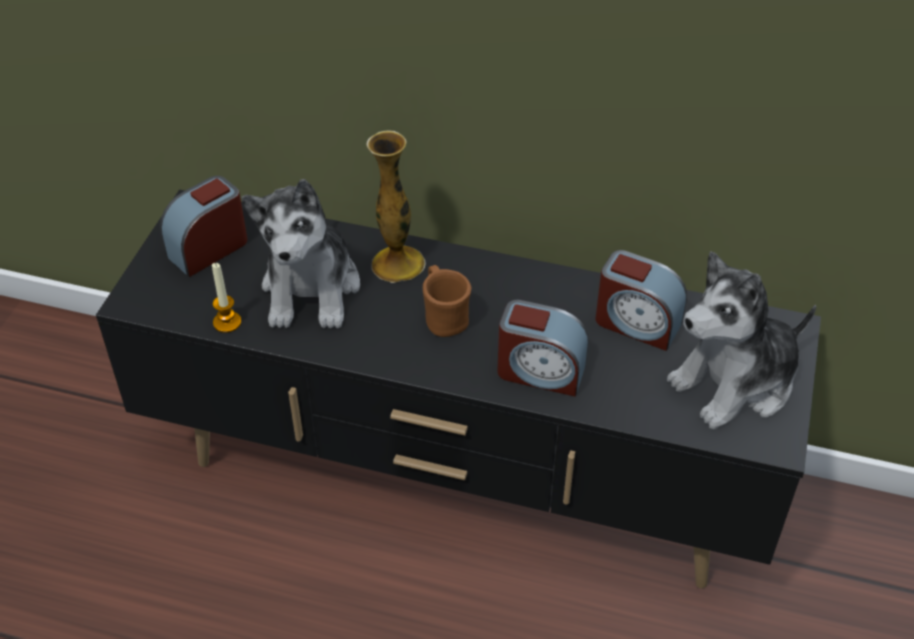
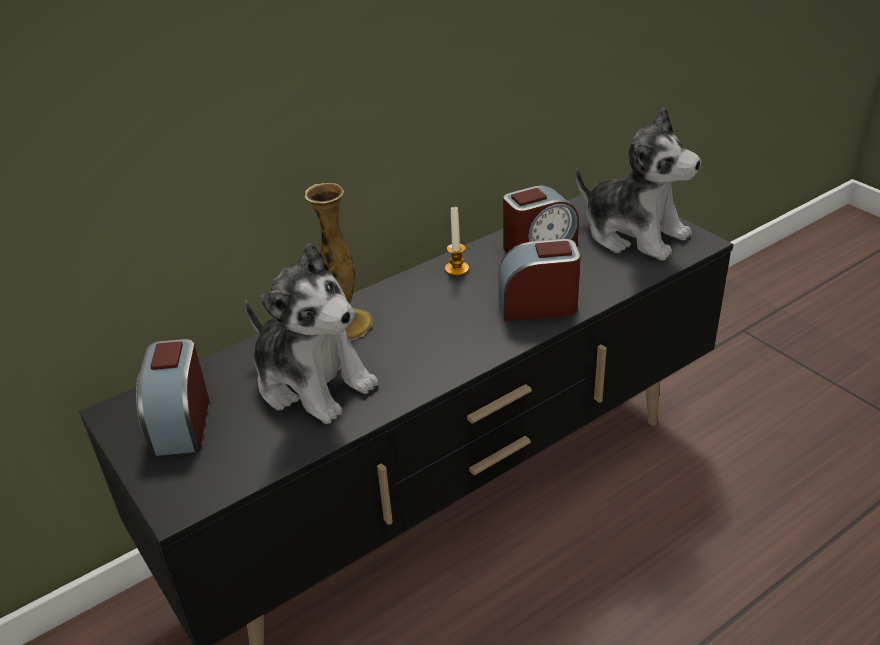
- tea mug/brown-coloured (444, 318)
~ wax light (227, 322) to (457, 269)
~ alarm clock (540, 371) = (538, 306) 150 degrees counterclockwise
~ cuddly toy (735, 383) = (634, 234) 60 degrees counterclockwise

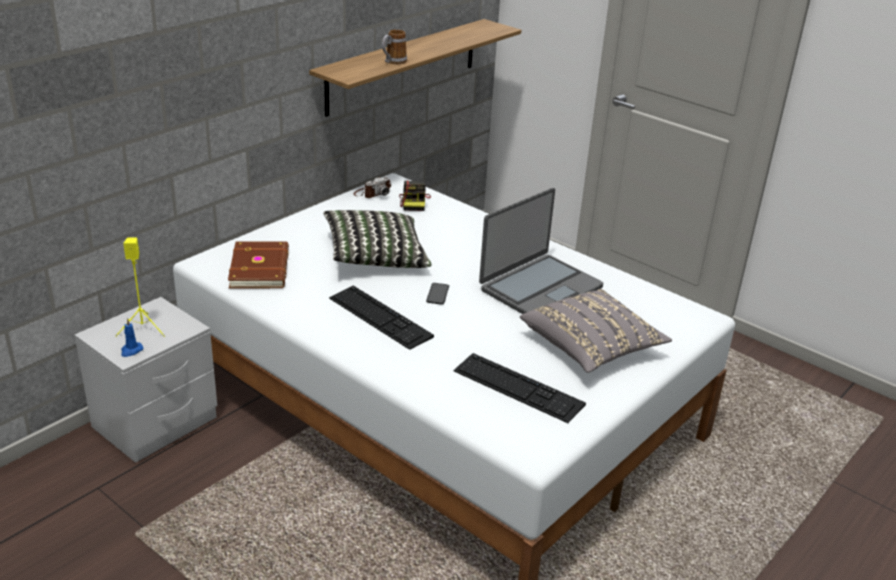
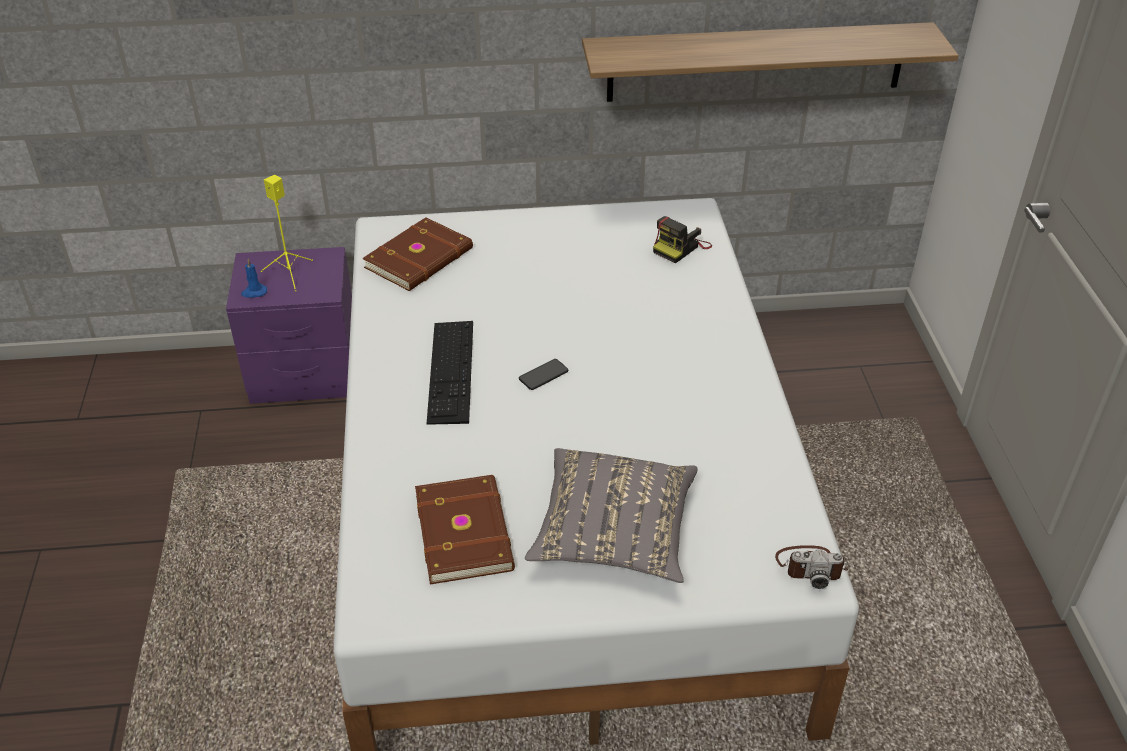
- pillow (375, 256)
- tea mug (393, 62)
- portable computer (540, 288)
~ still camera (372, 193) to (810, 566)
~ PC keyboard (518, 387) to book/brown-coloured (466, 531)
~ nightstand/greyish (155, 423) to nightstand/purplish (305, 373)

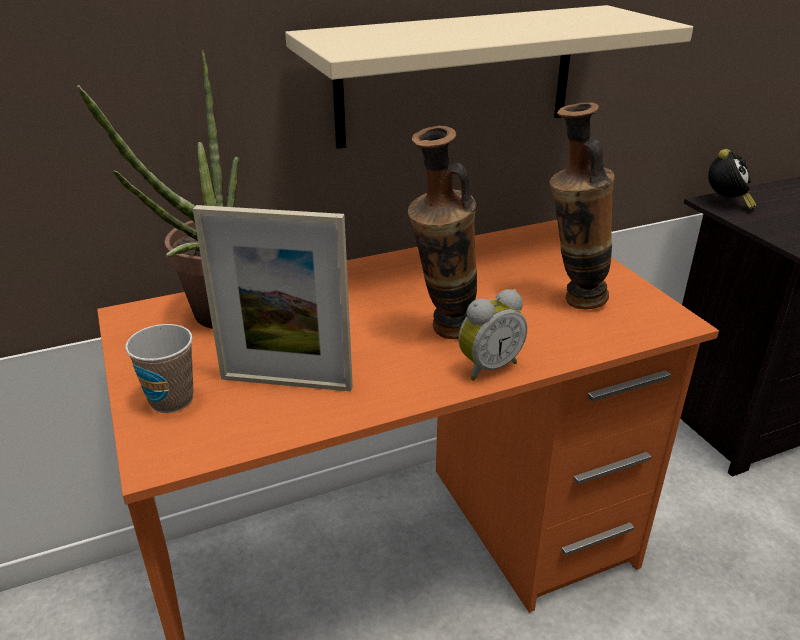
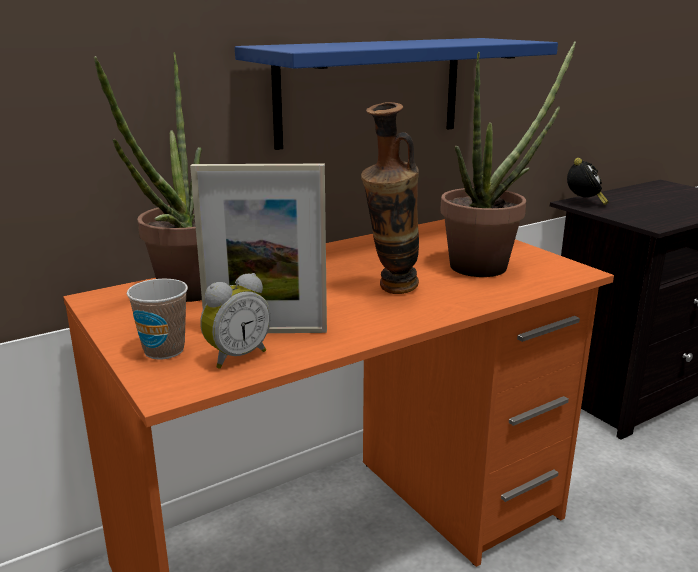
~ alarm clock (487, 366) to (236, 356)
~ flower vase (571, 301) to plant in a pot (489, 264)
~ wall shelf/beige-coloured (457, 76) to wall shelf/bluish (370, 91)

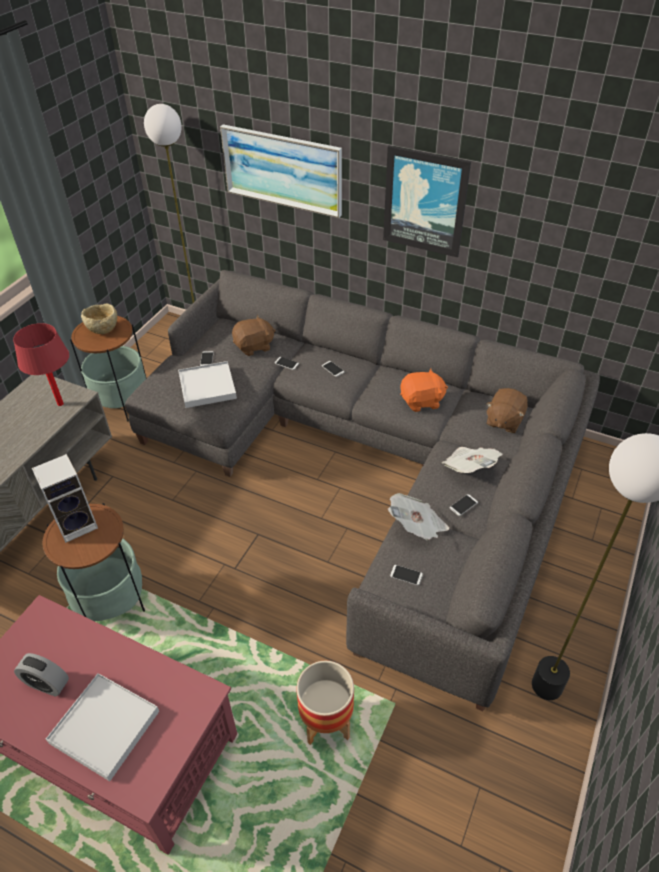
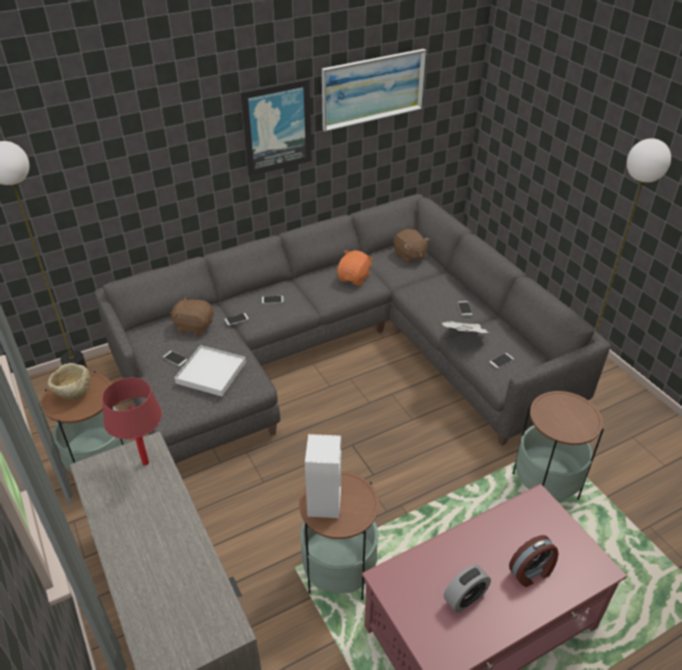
- newspaper (469, 468)
~ wall art (282, 170) to (373, 89)
~ carrying tray/white (105, 727) to alarm clock (531, 572)
~ planter (326, 722) to accent table (544, 486)
~ cuddly toy/brown-coloured (254, 346) = (194, 326) 90 degrees counterclockwise

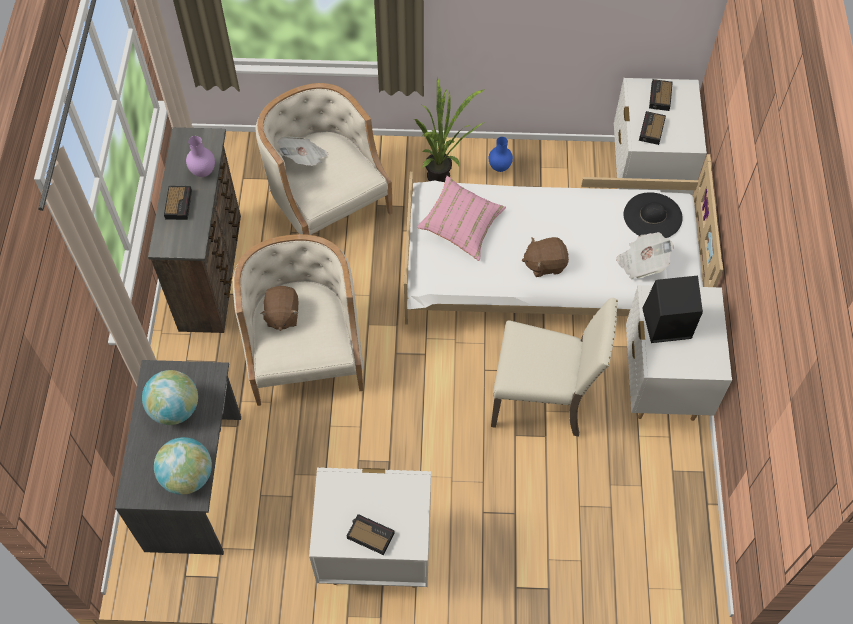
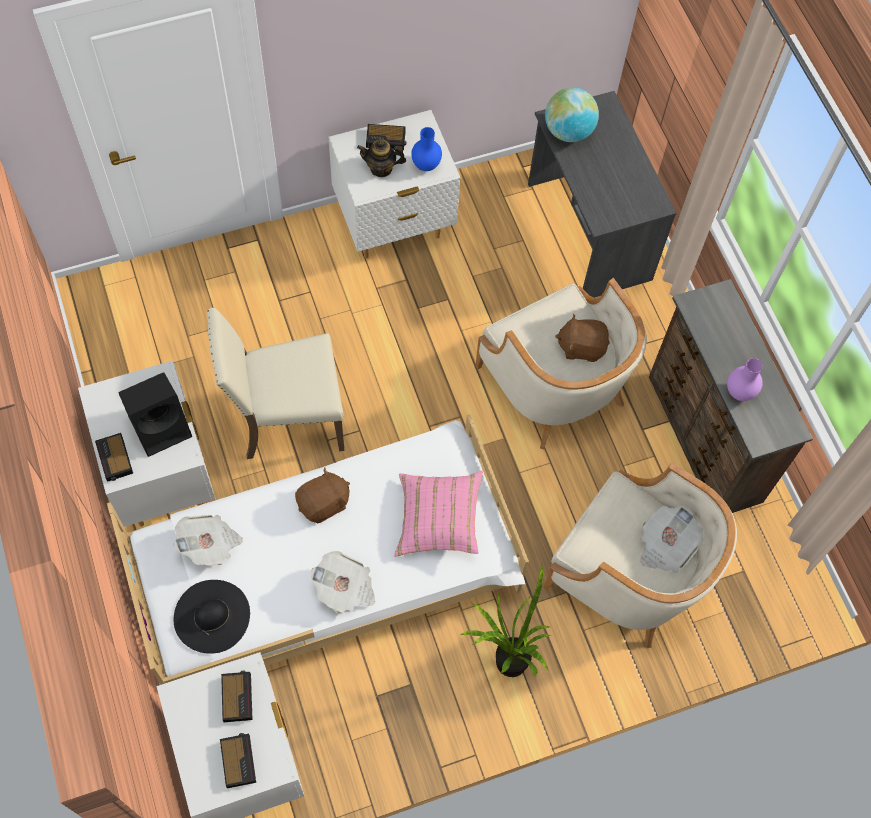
- globe (175, 409)
+ newspaper (345, 589)
+ tea pot (381, 168)
~ alarm clock (178, 204) to (115, 459)
~ flower vase/bluish (499, 167) to (426, 165)
~ cuddly toy/brown-coloured (282, 315) = (581, 346) 60 degrees counterclockwise

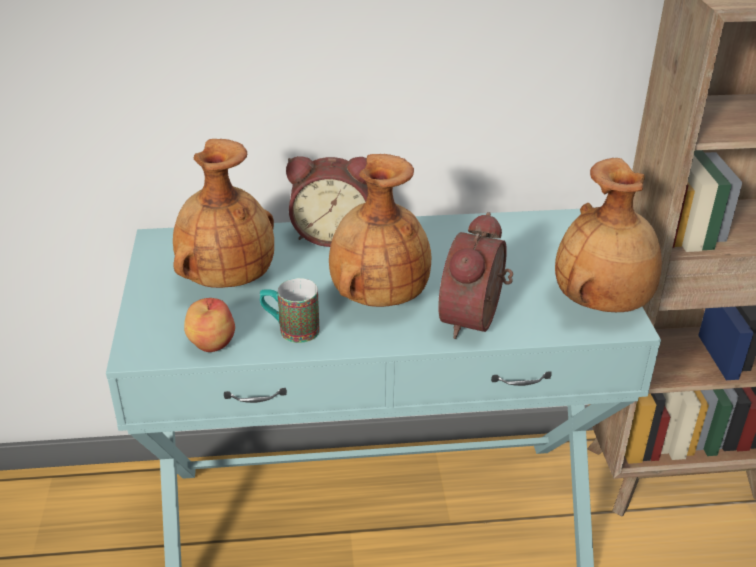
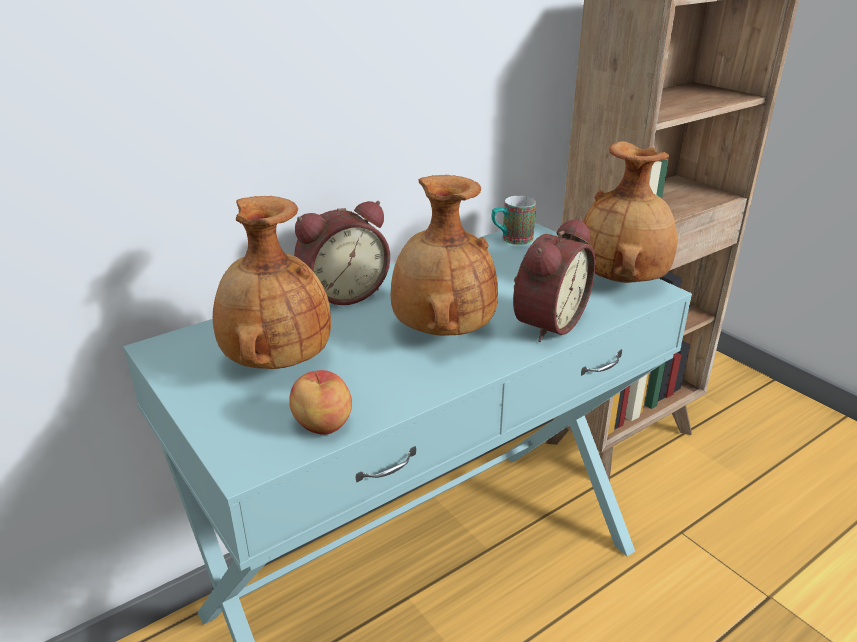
~ tea mug (290, 330) to (511, 240)
~ alarm clock (476, 320) = (545, 322) 135 degrees counterclockwise

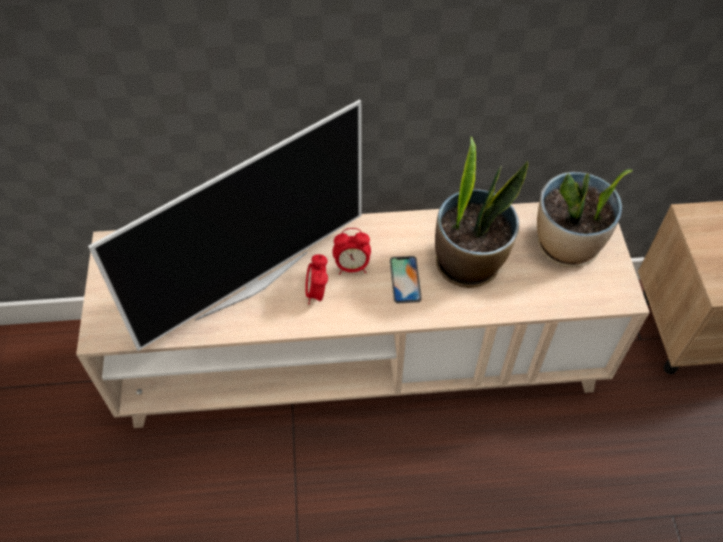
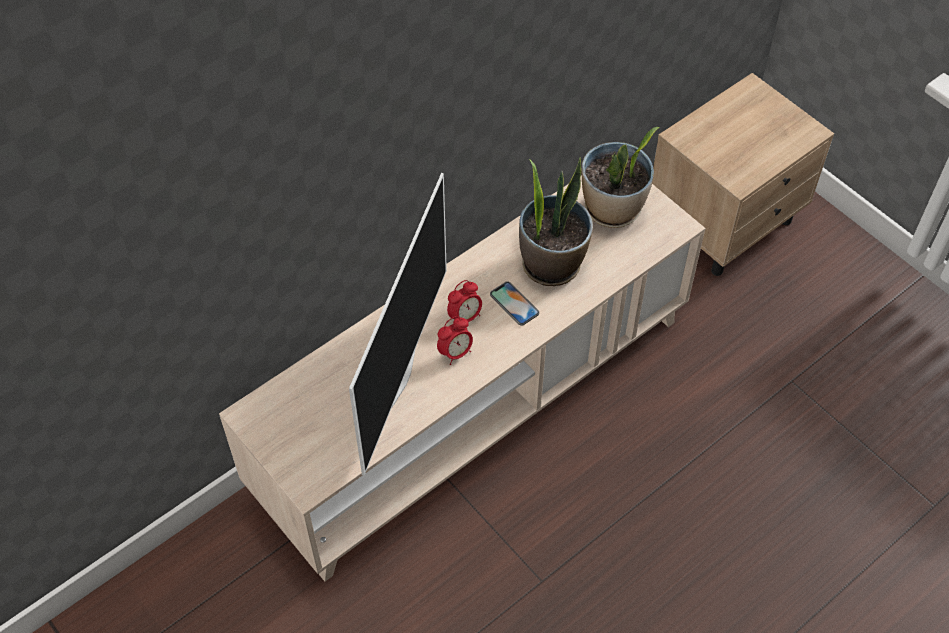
~ alarm clock (317, 293) = (455, 353) 90 degrees counterclockwise

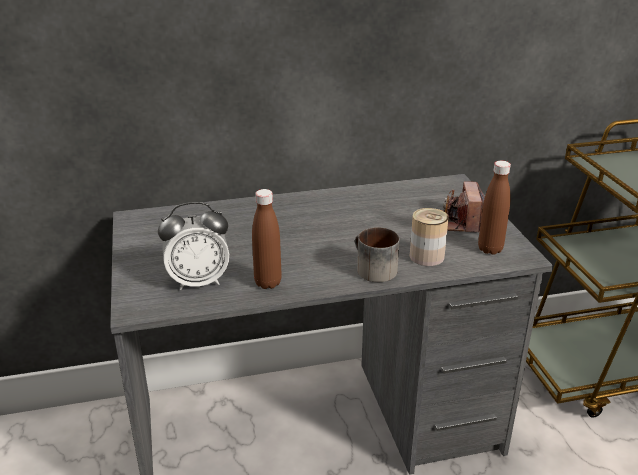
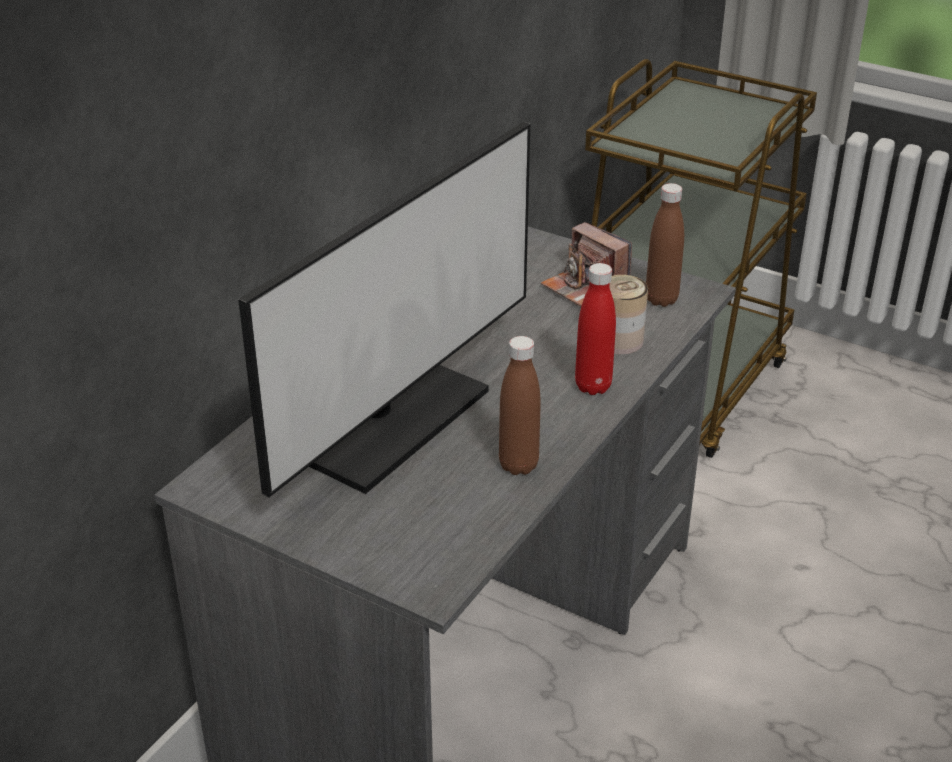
- alarm clock (198, 281)
+ monitor (393, 423)
~ tea mug (371, 269) to beverage bottle/red (593, 386)

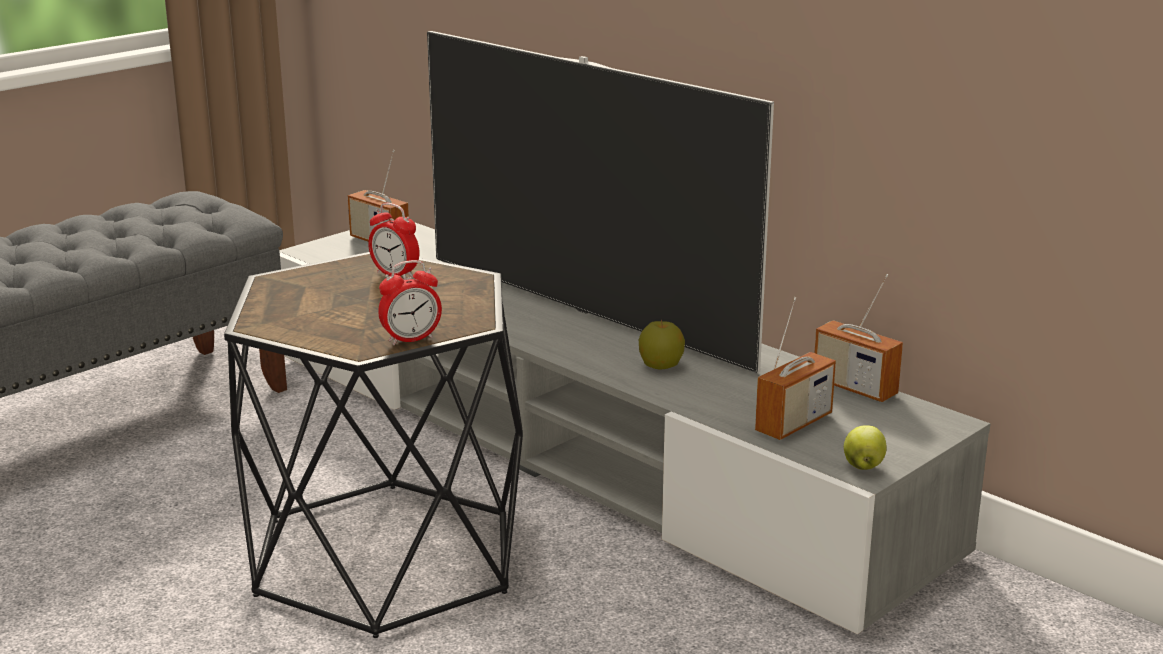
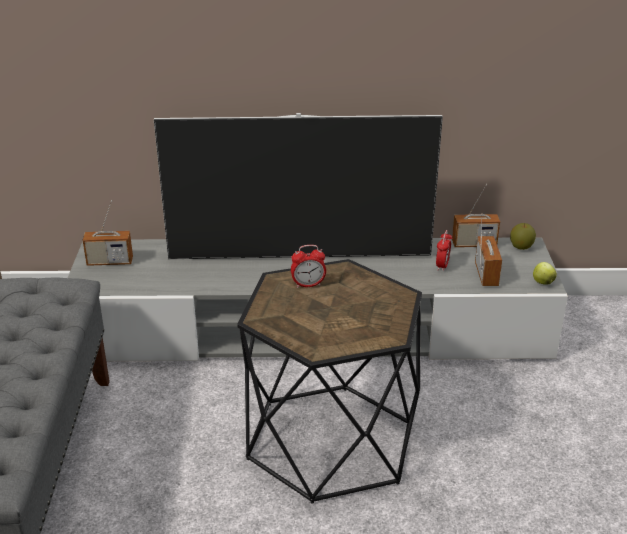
~ alarm clock (411, 339) to (442, 266)
~ apple fruit (661, 366) to (521, 247)

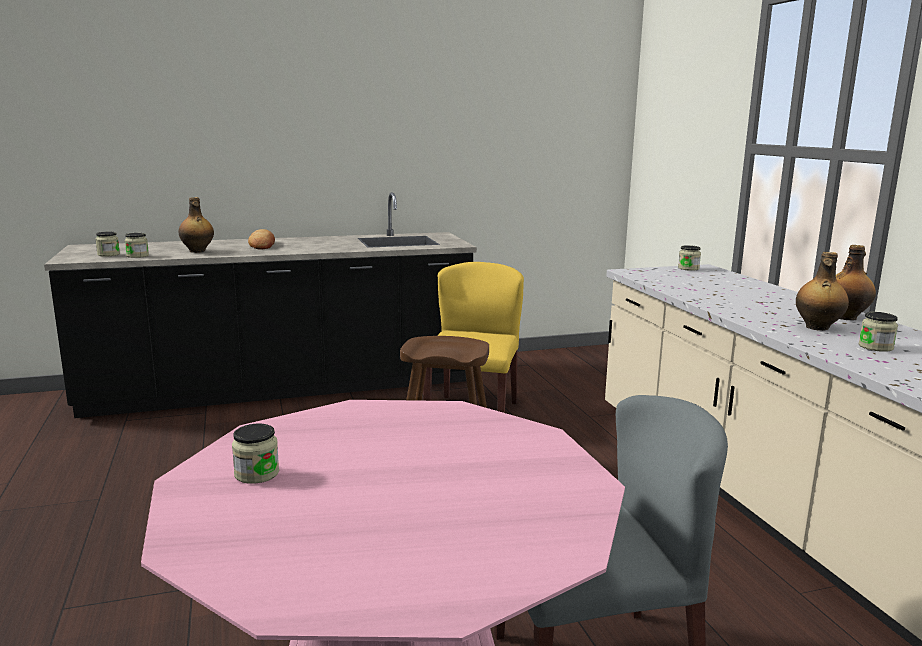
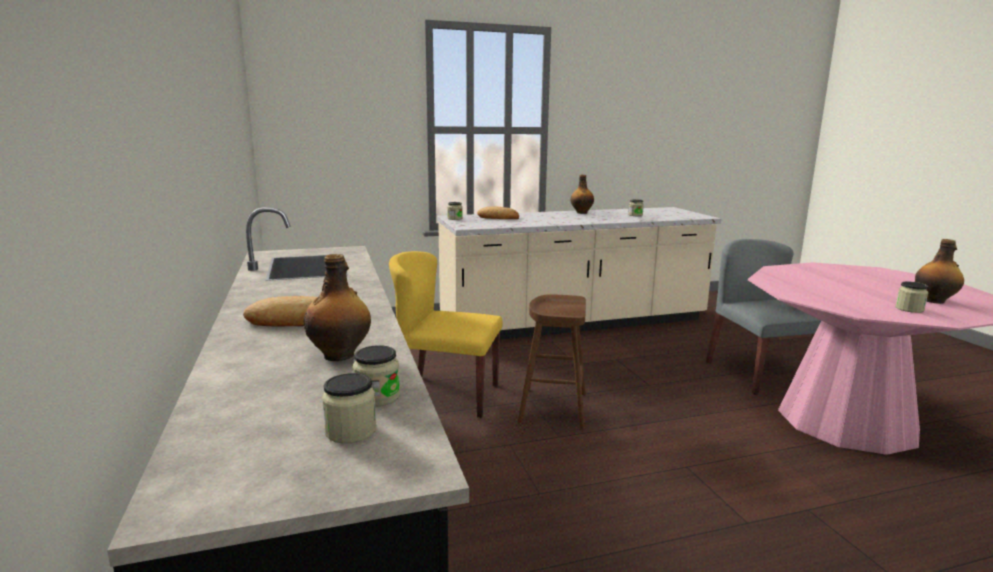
+ bread (498, 218)
~ beverage bottle (817, 327) to (934, 301)

